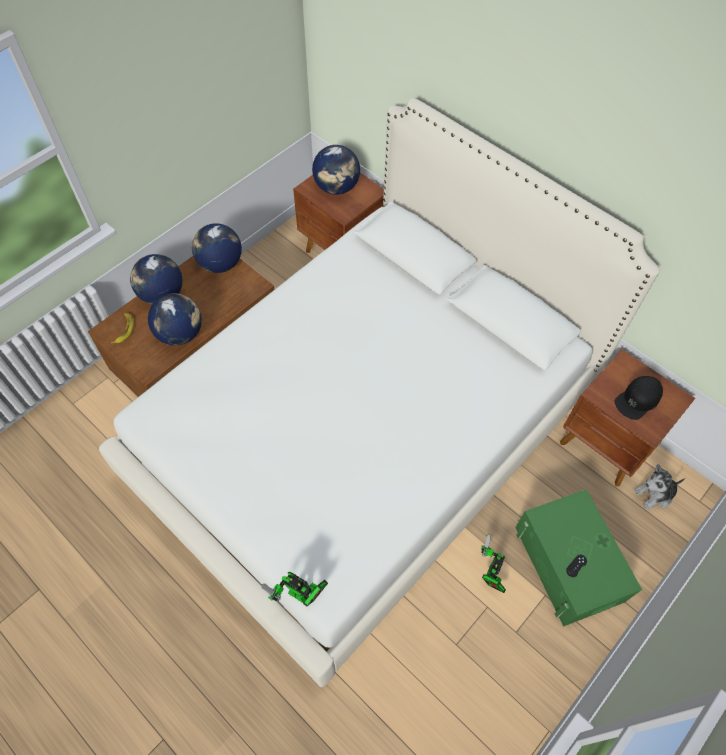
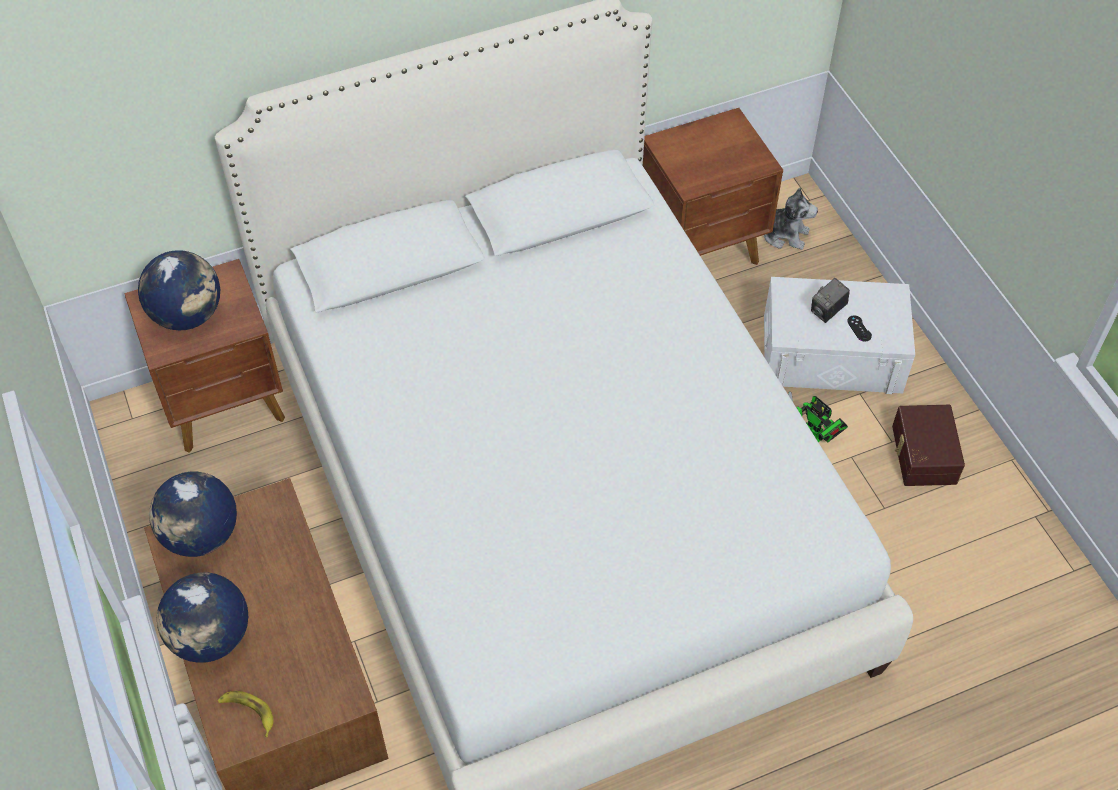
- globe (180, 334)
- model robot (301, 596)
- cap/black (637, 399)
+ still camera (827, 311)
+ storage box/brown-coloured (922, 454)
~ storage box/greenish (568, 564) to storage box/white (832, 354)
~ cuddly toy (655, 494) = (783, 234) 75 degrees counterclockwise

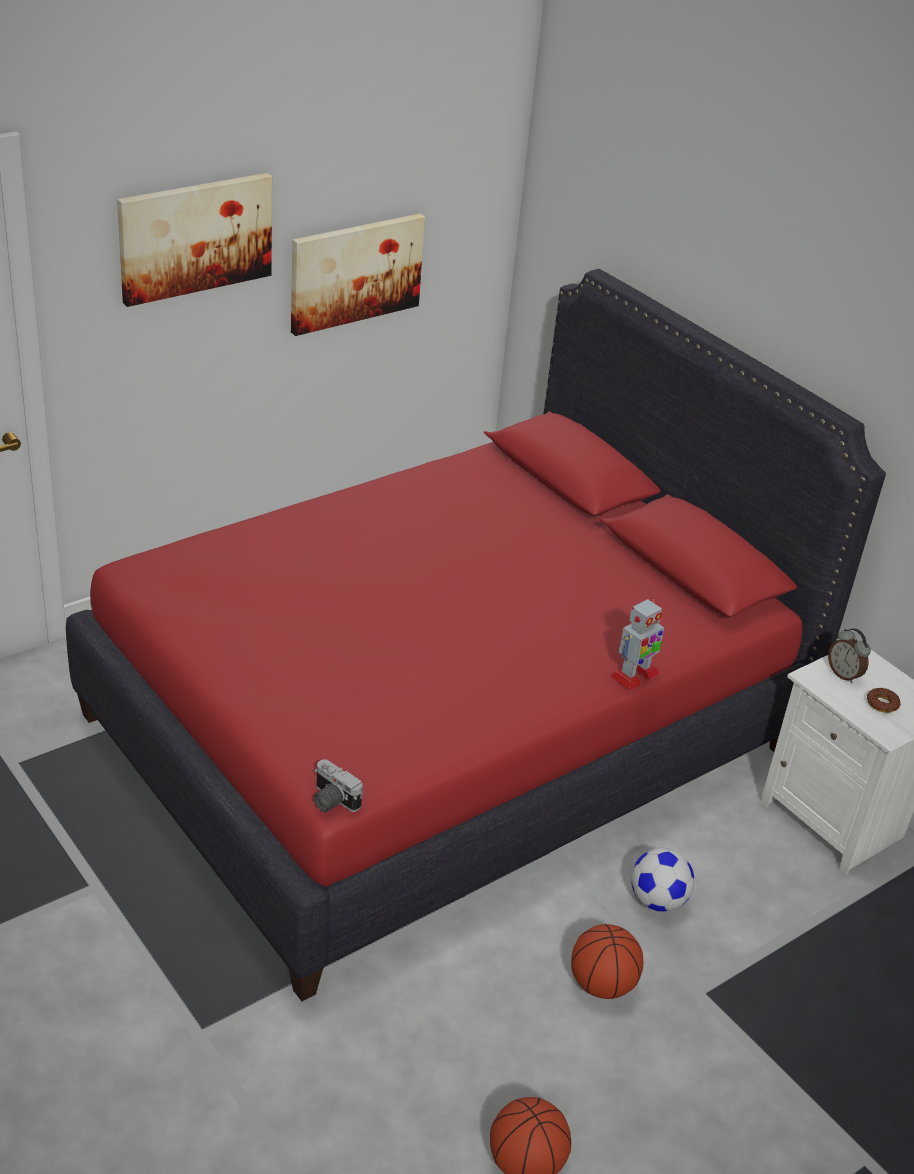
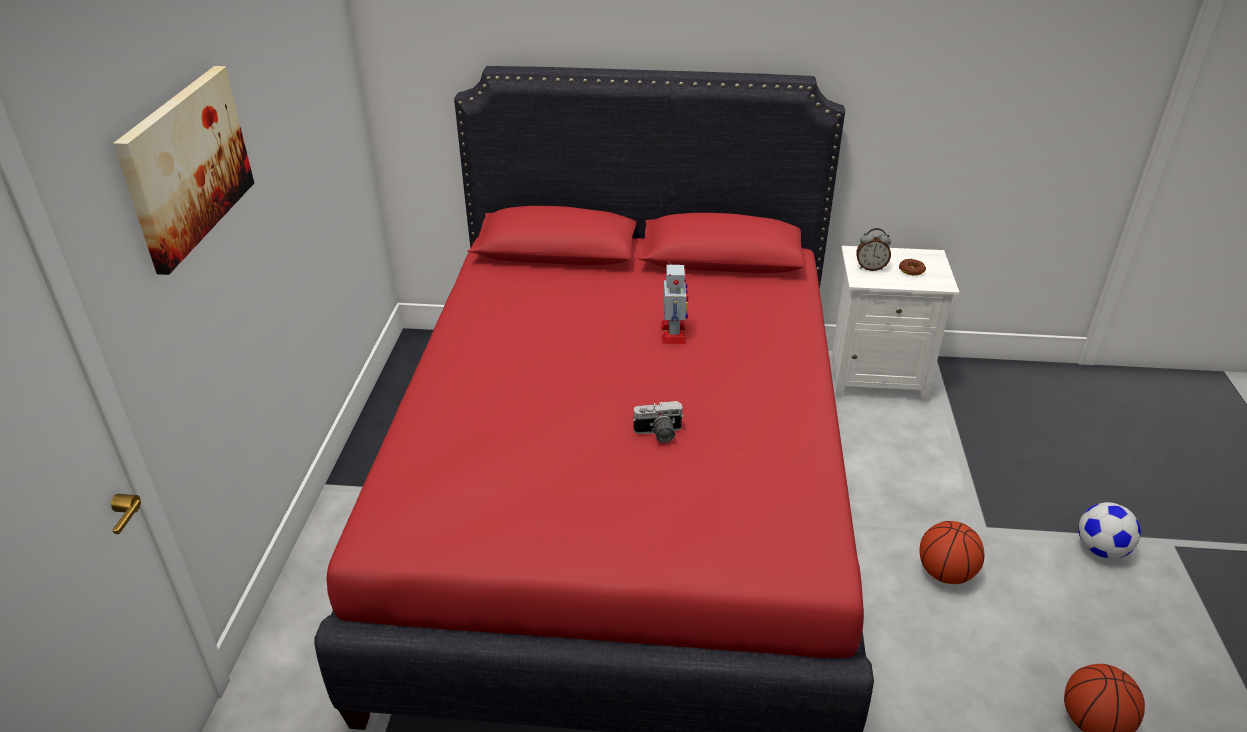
- wall art (355, 272)
~ still camera (331, 801) to (658, 434)
~ model robot (634, 675) to (673, 333)
~ football ball (657, 900) to (1100, 549)

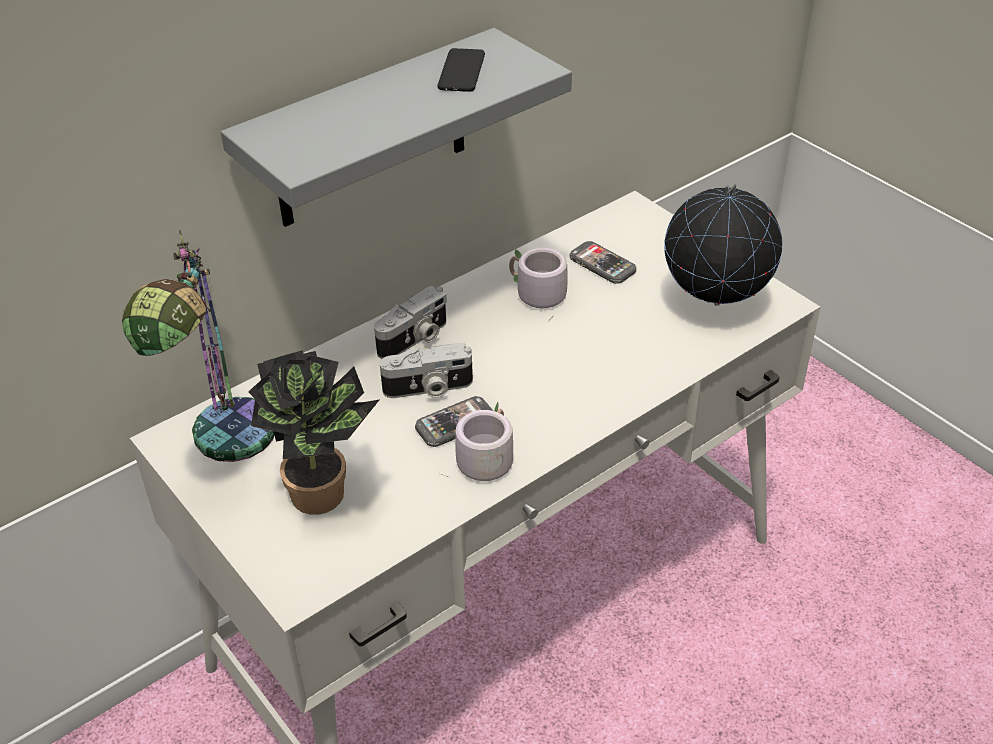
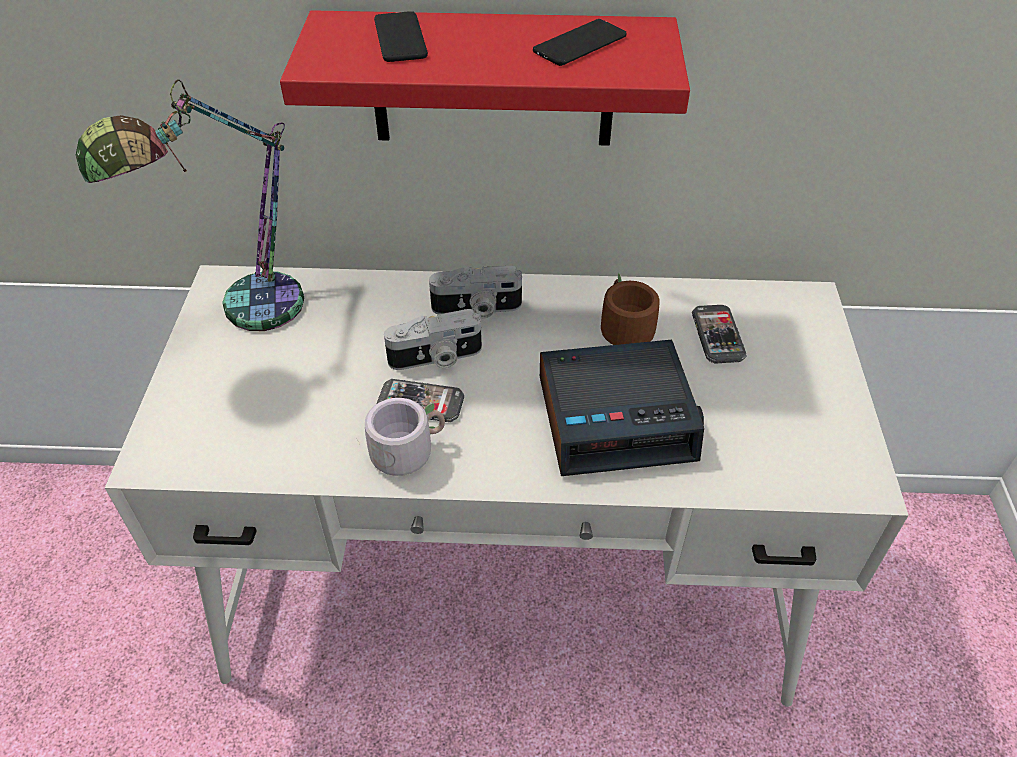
- plant in a pot (326, 495)
- globe (714, 304)
+ handset (400, 38)
+ alarm clock (617, 417)
~ wall shelf/greyish (370, 132) to wall shelf/red (493, 80)
~ tea mug/greyish (535, 295) to tea mug/brown-coloured (621, 329)
~ still camera (428, 389) = (436, 358) 45 degrees counterclockwise

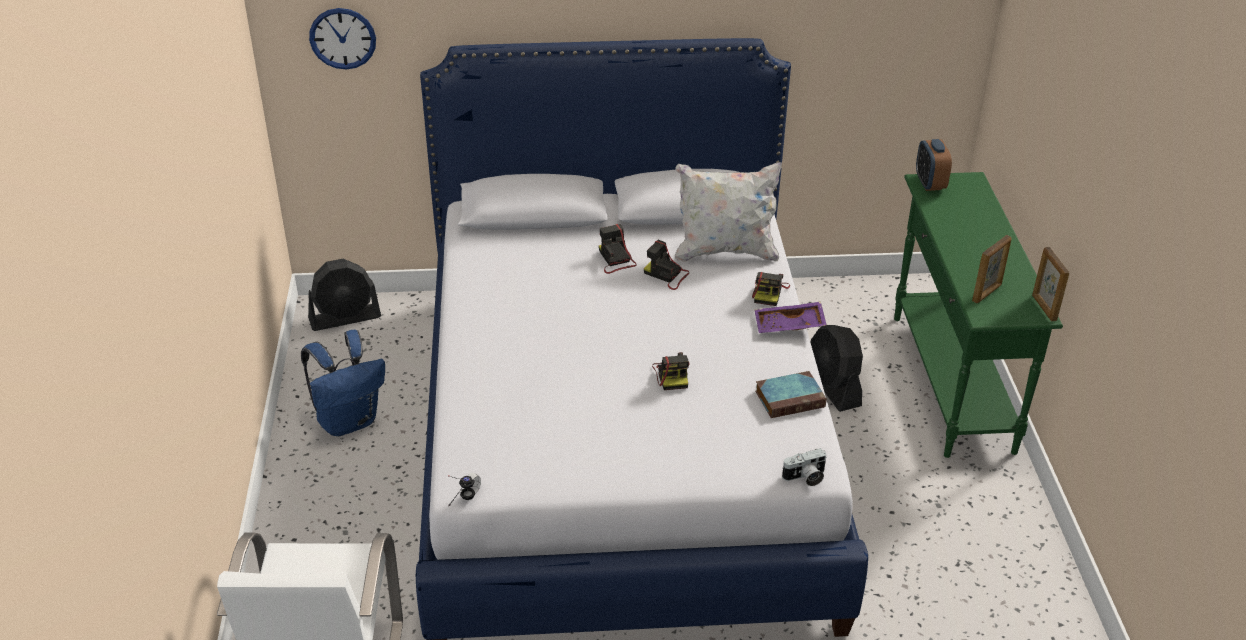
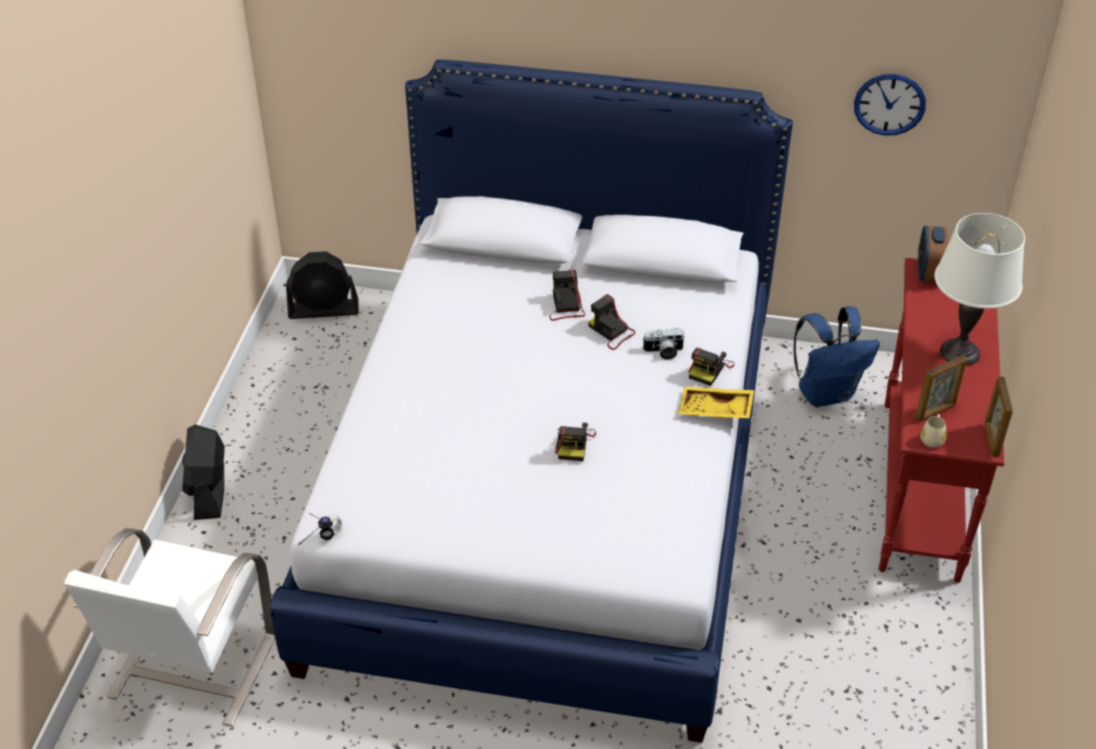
- pillow/white (725, 251)
- book (791, 398)
+ tea mug/beige-coloured (932, 438)
+ lamp for a table/white (959, 352)
~ backpack/bluish (349, 421) to (826, 393)
~ clock on the wall (342, 38) to (889, 104)
~ still camera (805, 477) to (663, 352)
~ fan/black (833, 387) to (209, 491)
~ carrying tray/purplish (789, 326) to carrying tray/yellow-coloured (715, 411)
~ narrow table/greenish (951, 383) to narrow table/red (919, 489)

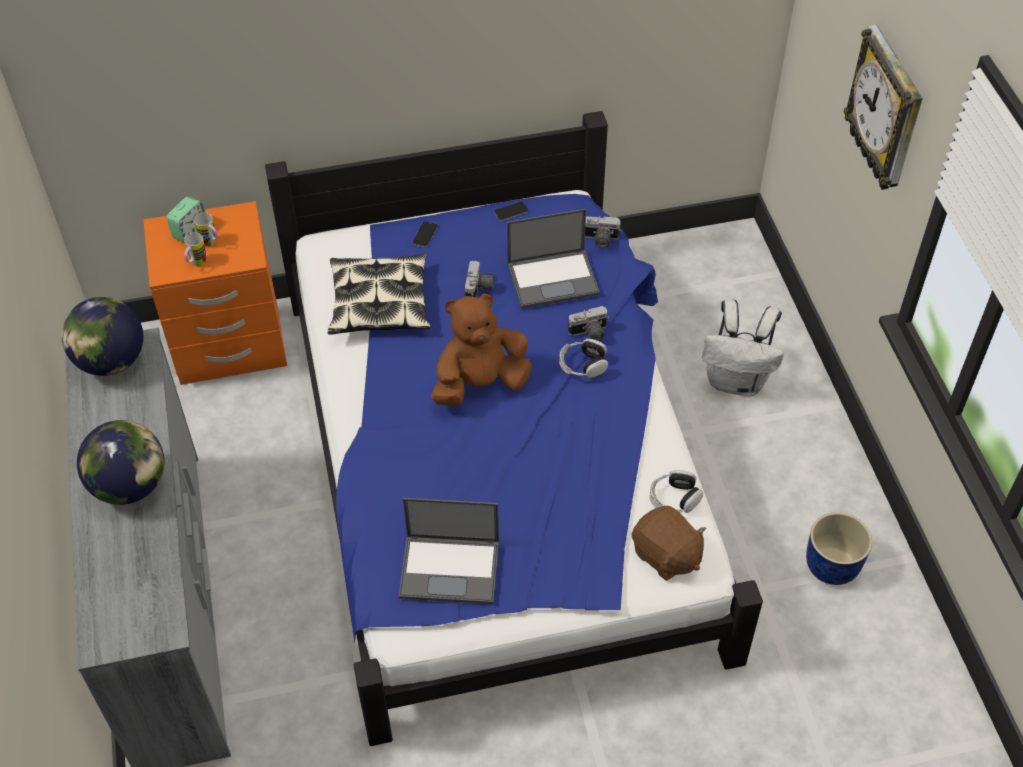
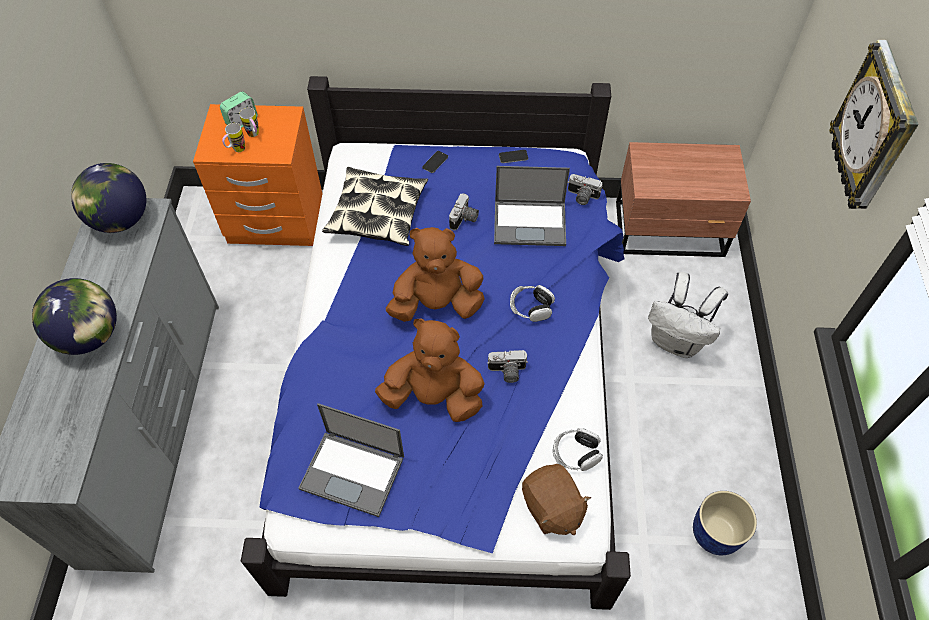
+ cuddly toy/brown-coloured (434, 396)
+ nightstand/brown-coloured (671, 231)
~ still camera (589, 333) to (507, 372)

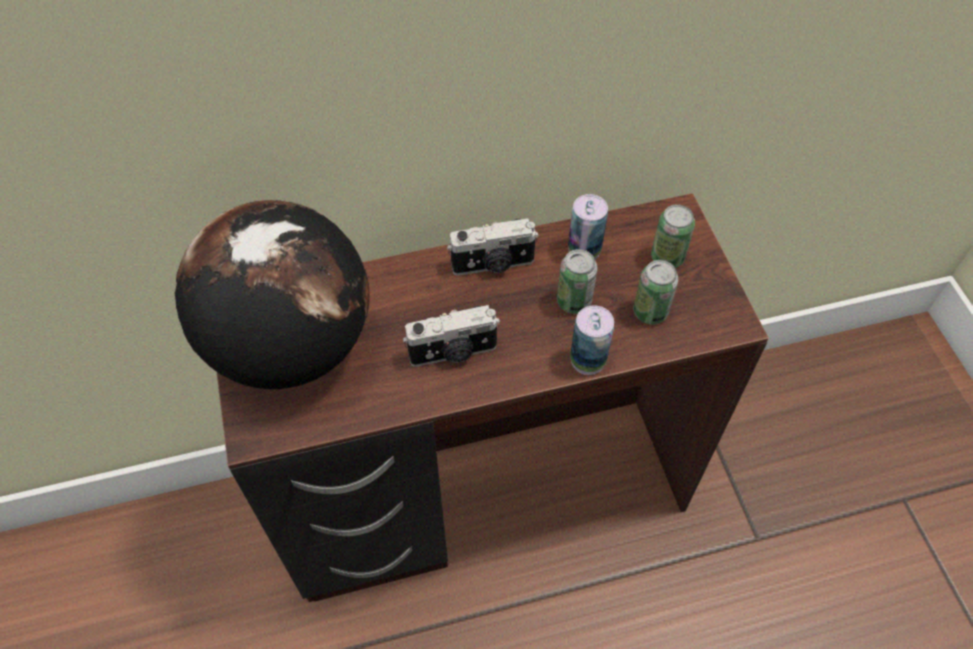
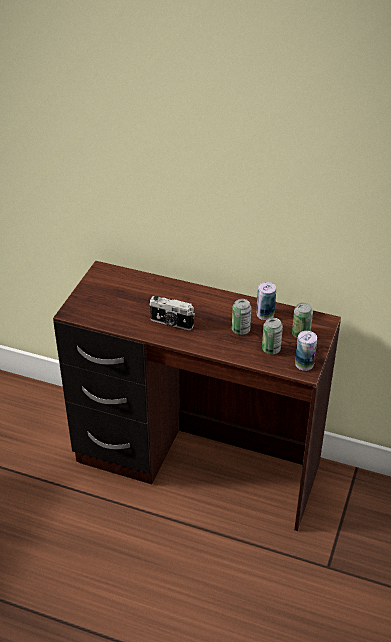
- globe (290, 346)
- still camera (493, 265)
~ metal can (588, 360) to (304, 364)

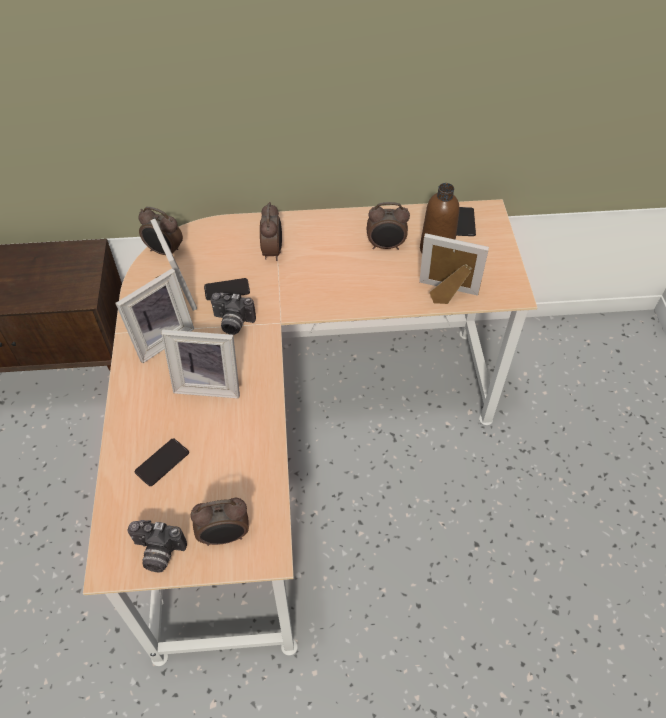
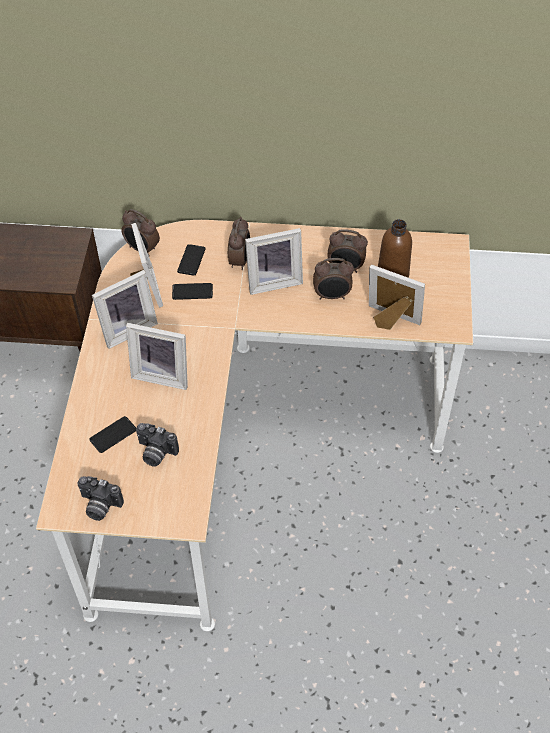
+ picture frame (273, 280)
~ alarm clock (225, 536) to (332, 296)
~ still camera (232, 323) to (155, 453)
~ handset (464, 222) to (191, 260)

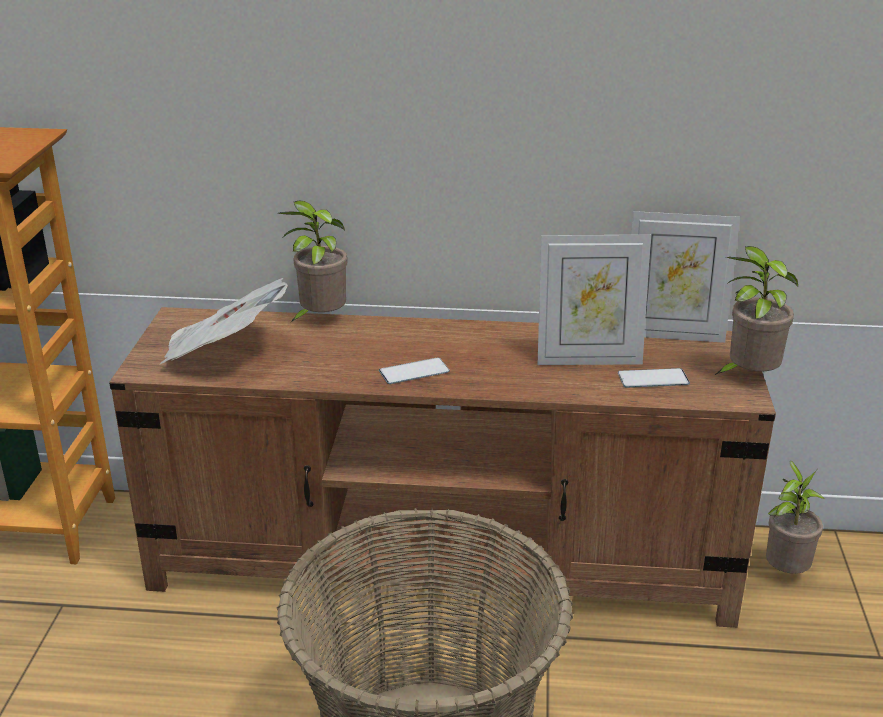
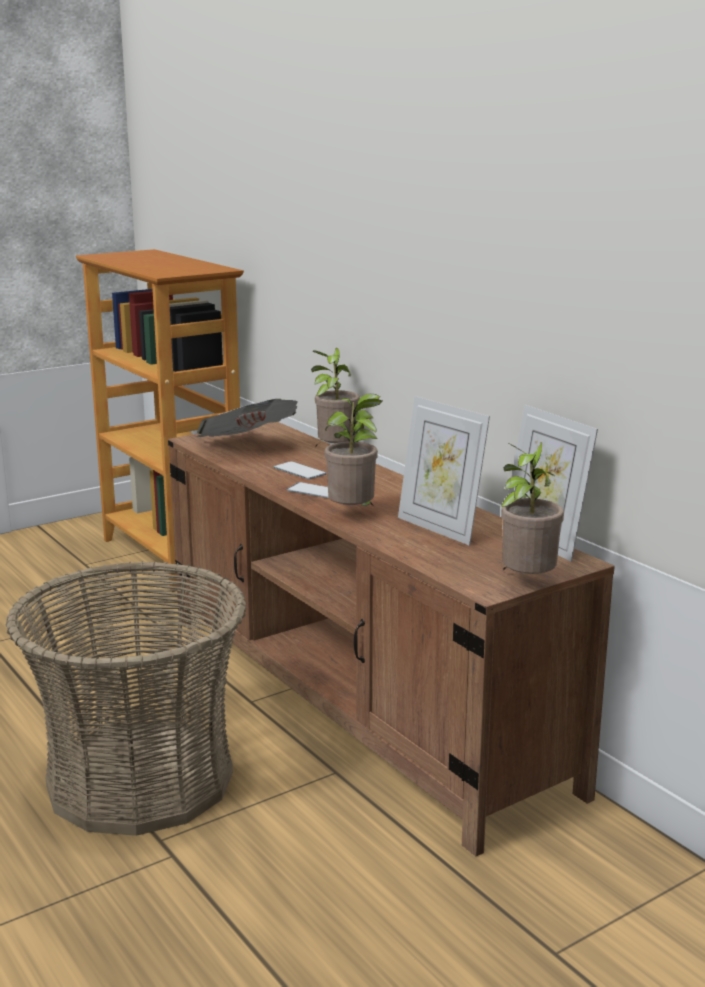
~ handset (653, 379) to (299, 471)
~ plant in a pot (784, 572) to (354, 514)

